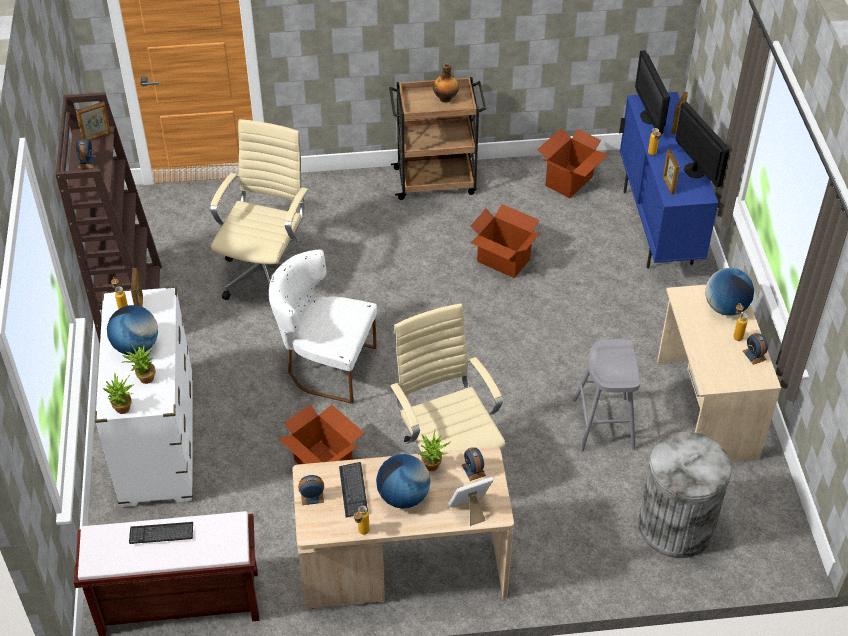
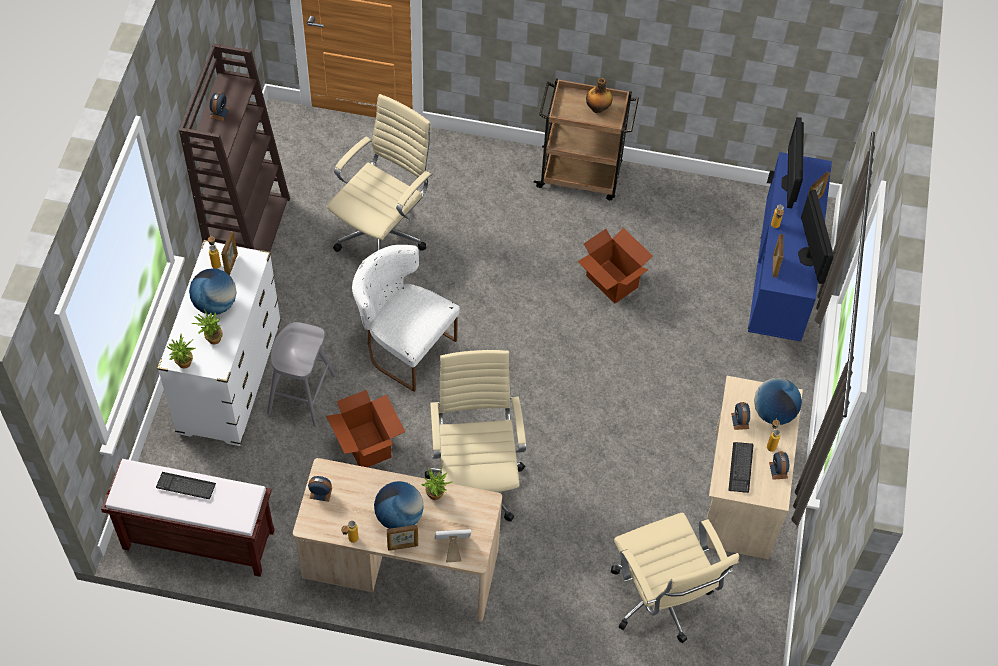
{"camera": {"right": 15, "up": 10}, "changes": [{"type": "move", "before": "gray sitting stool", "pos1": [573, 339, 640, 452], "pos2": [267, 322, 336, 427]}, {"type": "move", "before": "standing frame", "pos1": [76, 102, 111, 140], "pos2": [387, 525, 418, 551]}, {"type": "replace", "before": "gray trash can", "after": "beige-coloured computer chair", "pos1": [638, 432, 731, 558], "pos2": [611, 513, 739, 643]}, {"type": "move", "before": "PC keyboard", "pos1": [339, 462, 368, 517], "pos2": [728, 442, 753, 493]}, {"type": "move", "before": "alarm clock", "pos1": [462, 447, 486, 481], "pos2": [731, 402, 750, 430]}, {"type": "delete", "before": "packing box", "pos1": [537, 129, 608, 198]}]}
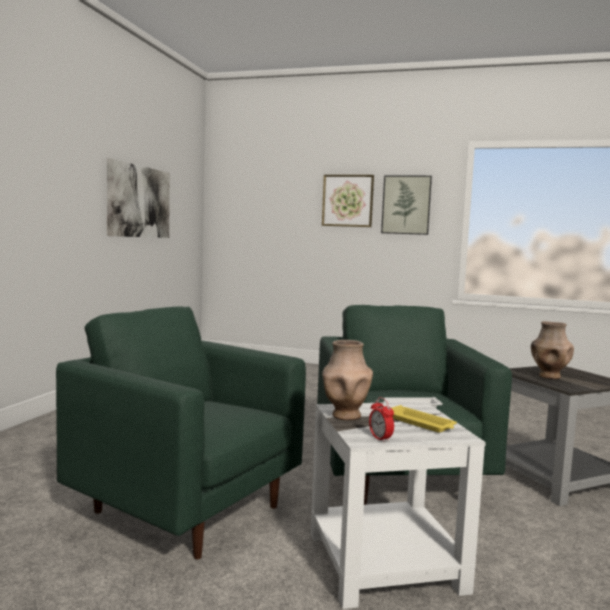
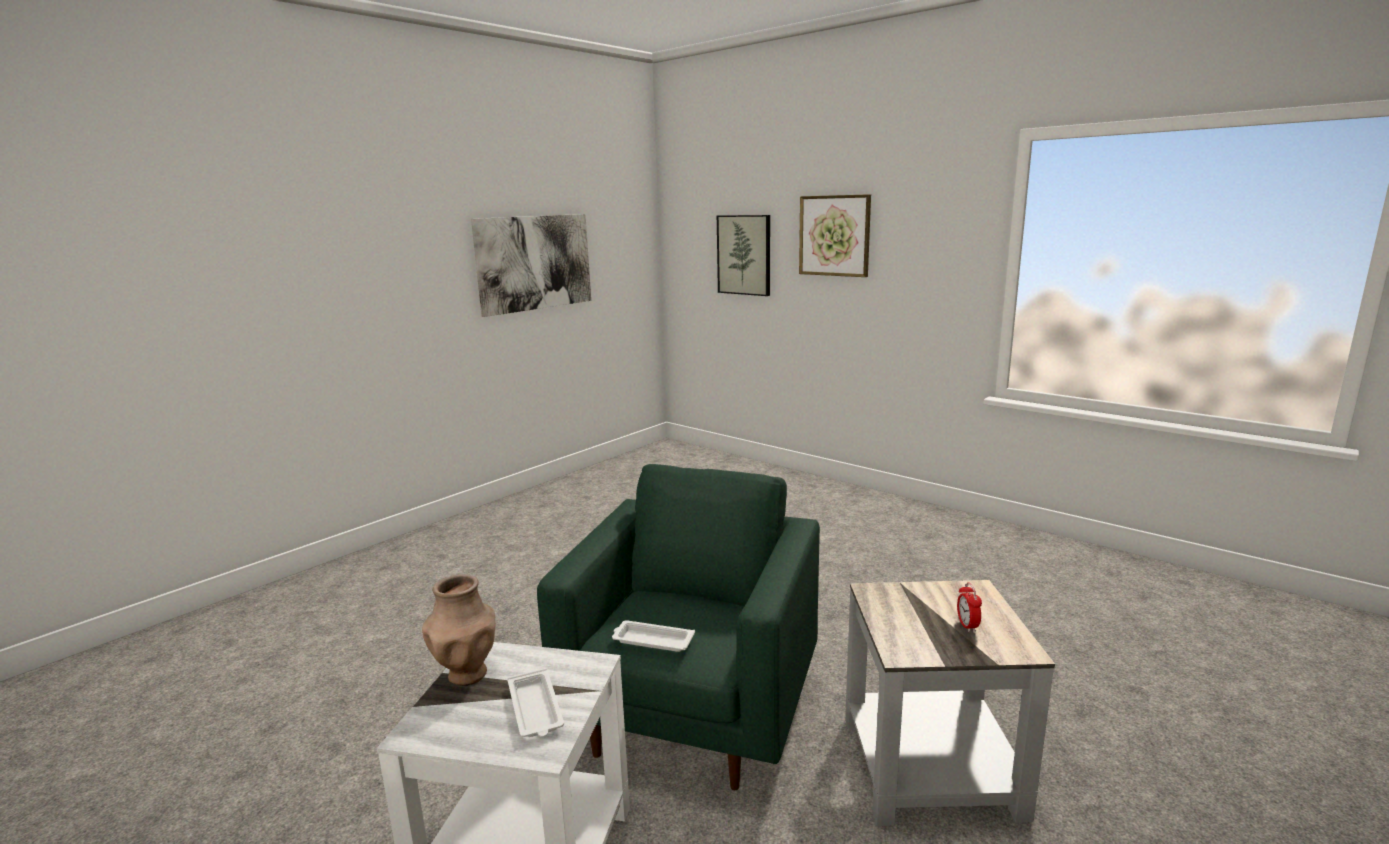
{"camera": {"right": 25, "up": 10}, "changes": [{"type": "recolor", "before": "yellow-coloured serving tray", "after": "white-coloured serving tray", "pos1": [392, 405, 457, 433], "pos2": [507, 668, 564, 737]}, {"type": "move", "before": "picture", "pos1": [381, 175, 432, 235], "pos2": [717, 215, 770, 296]}, {"type": "move", "before": "alarm clock", "pos1": [369, 397, 394, 443], "pos2": [957, 582, 982, 632]}, {"type": "delete", "before": "green-coloured armchair", "pos1": [56, 306, 306, 559]}, {"type": "delete", "before": "brown flower vase", "pos1": [531, 321, 574, 379]}]}
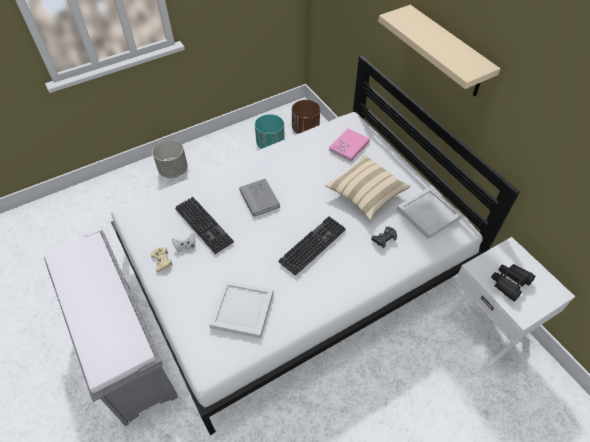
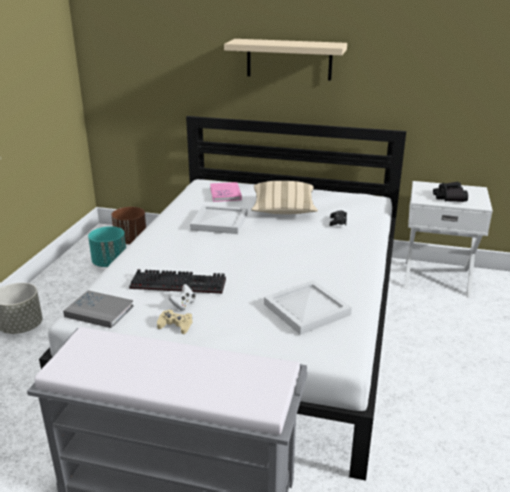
{"camera": {"right": -45, "up": -25}, "changes": [{"type": "move", "before": "gray volume", "pos1": [239, 179, 280, 217], "pos2": [63, 290, 133, 328]}, {"type": "move", "before": "white-coloured serving tray", "pos1": [397, 186, 463, 239], "pos2": [190, 205, 247, 234]}, {"type": "delete", "before": "PC keyboard", "pos1": [279, 216, 346, 276]}]}
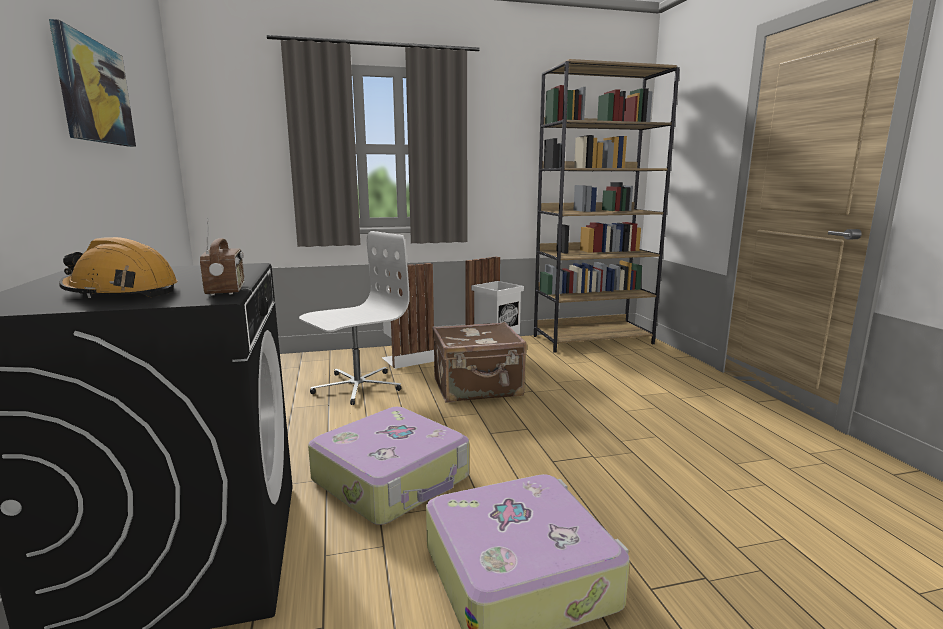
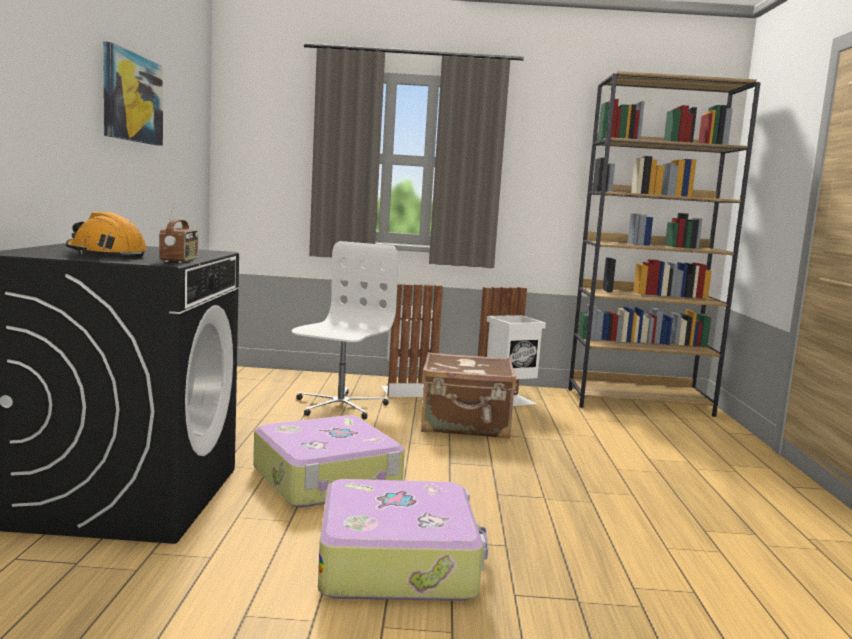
{"camera": {"right": 15, "up": -5}, "changes": [{"type": "rotate", "before": "white-coloured computer chair", "pos1": [299, 231, 410, 405], "pos2": [292, 241, 398, 420], "turn": -45}]}
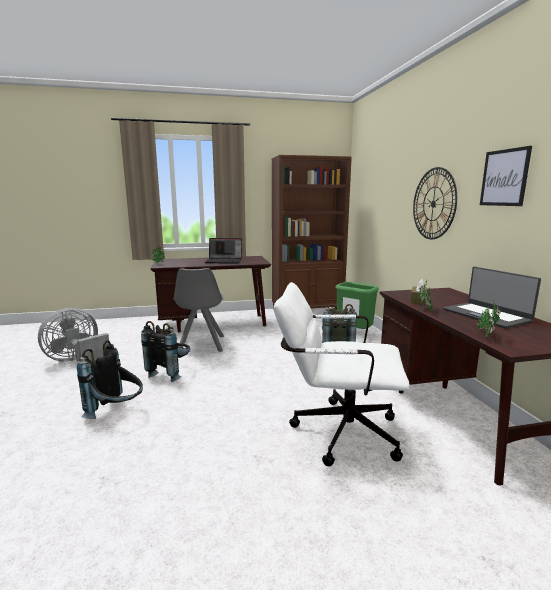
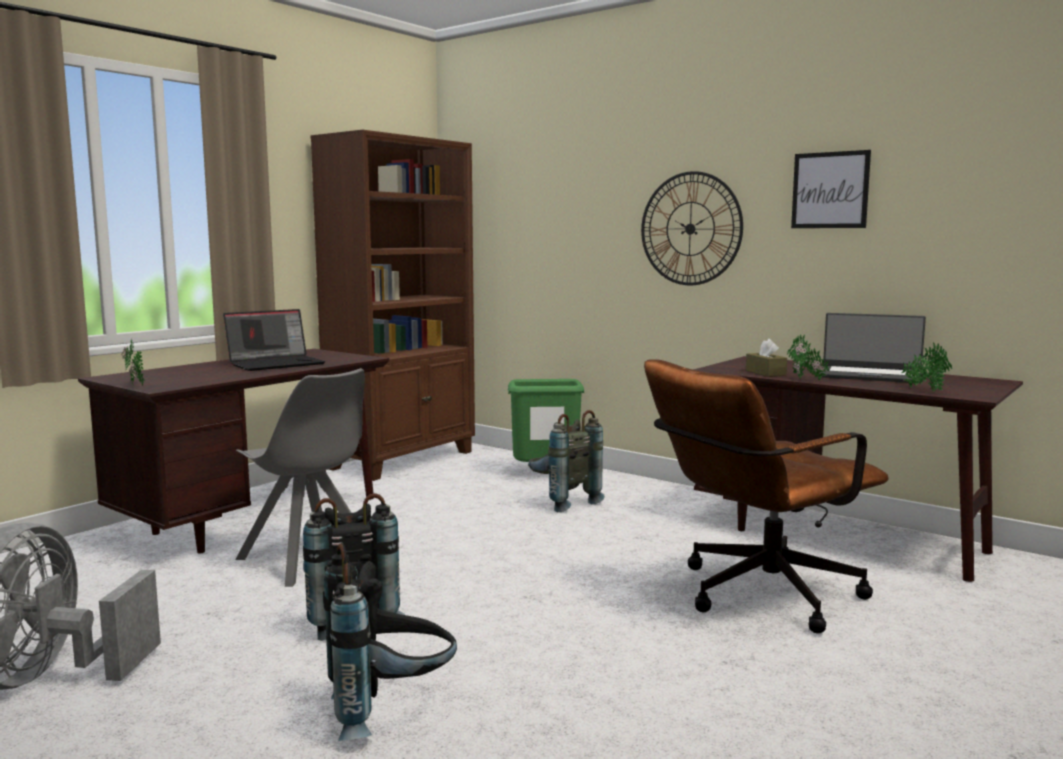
{"camera": {"right": -40, "up": -5}, "changes": [{"type": "recolor", "before": "white-coloured computer chair", "after": "brown computer chair", "pos1": [273, 282, 410, 466], "pos2": [644, 359, 889, 634]}]}
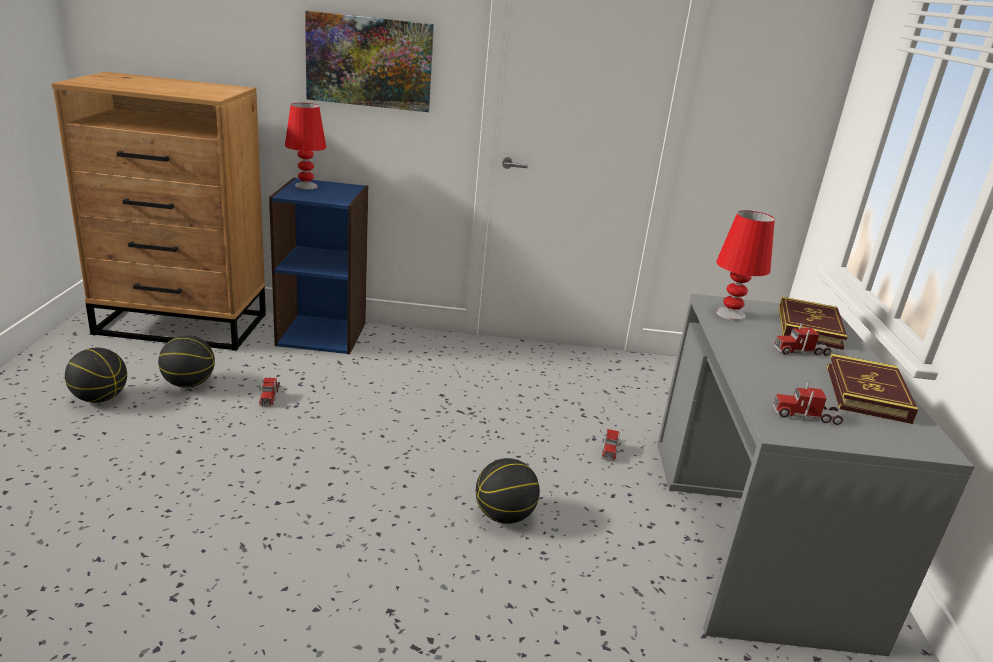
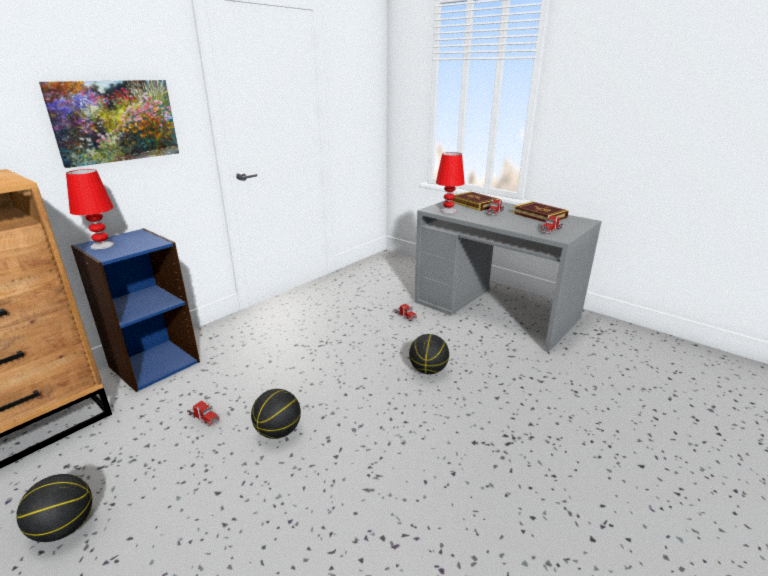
{"camera": {"right": -50, "up": 0}, "changes": [{"type": "move", "before": "ball for basketball", "pos1": [158, 335, 215, 388], "pos2": [251, 389, 301, 439]}]}
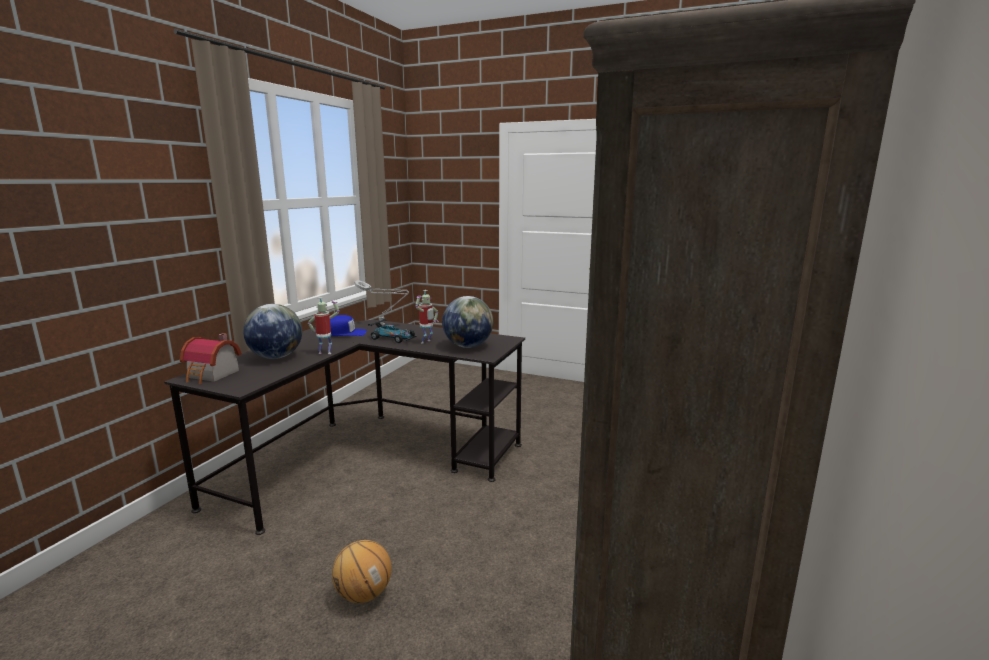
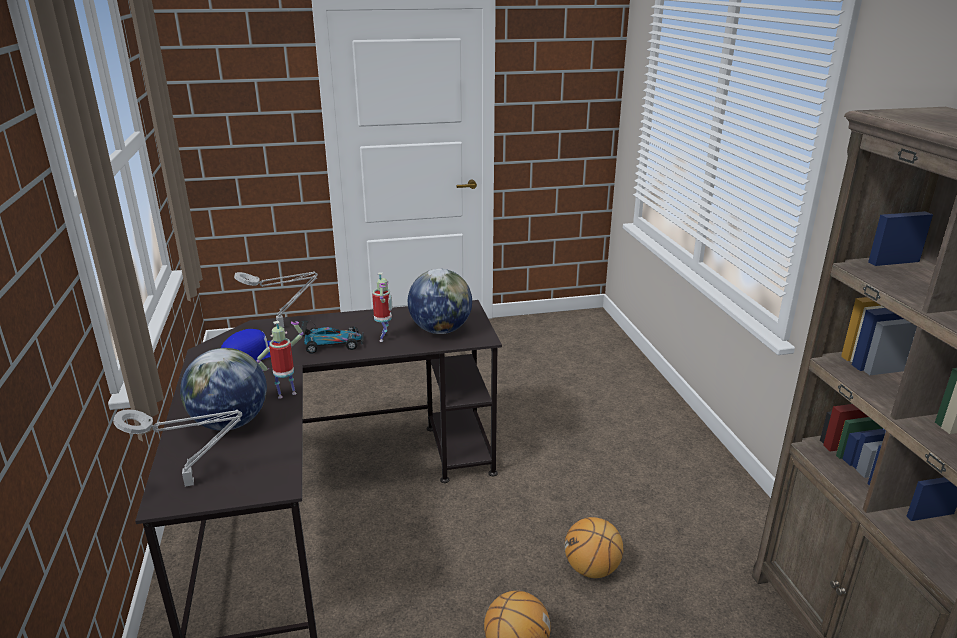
{"camera": {"right": -35, "up": 10}, "changes": [{"type": "replace", "before": "model house", "after": "gray tabletop lamp", "pos1": [180, 333, 242, 384], "pos2": [113, 409, 242, 487]}, {"type": "insert", "after": "ball for basketball", "pos2": [564, 517, 623, 578]}]}
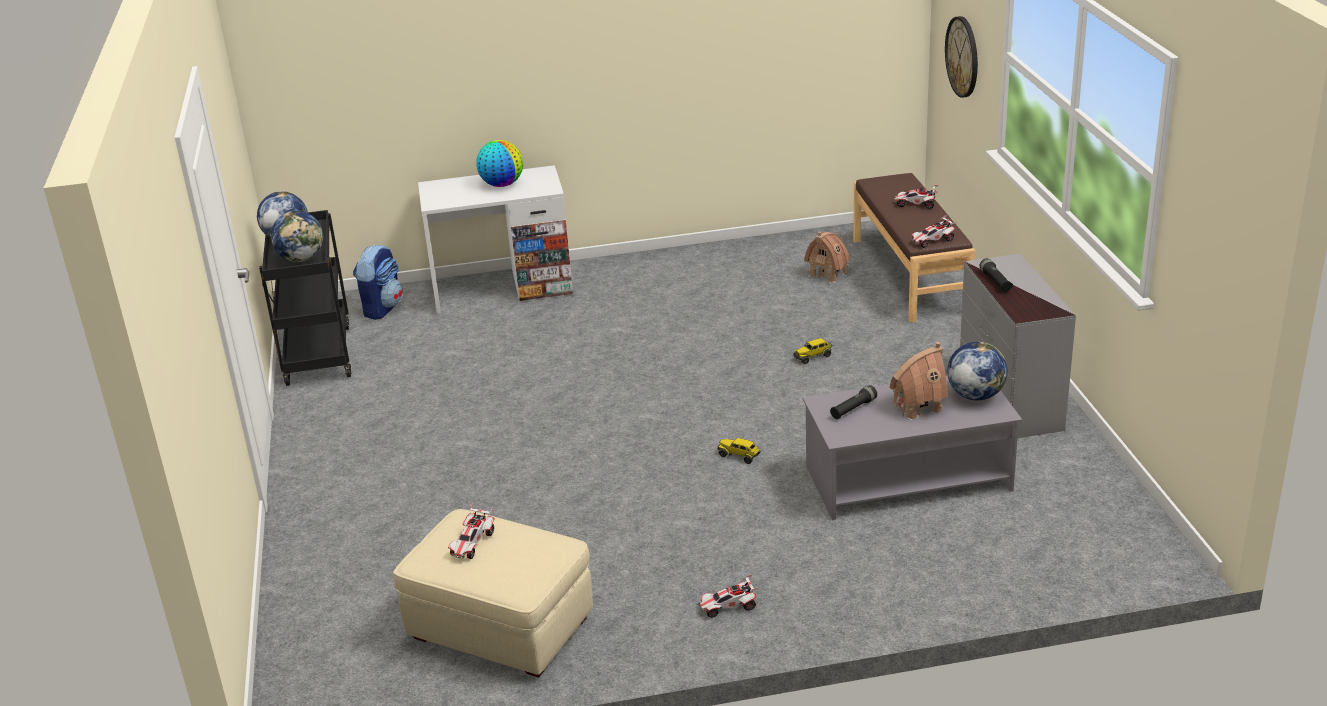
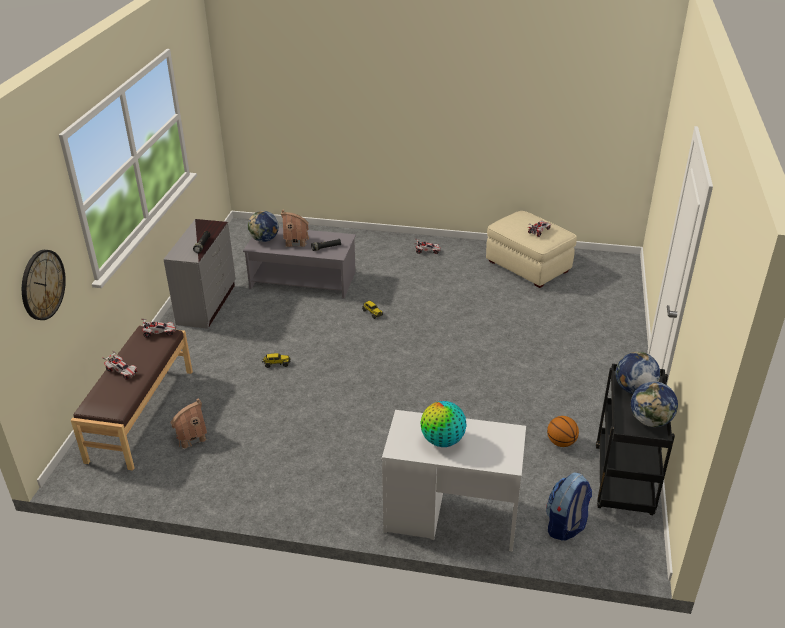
{"camera": {"right": -160, "up": 5}, "changes": [{"type": "insert", "after": "ball for basketball", "pos2": [547, 416, 579, 447]}]}
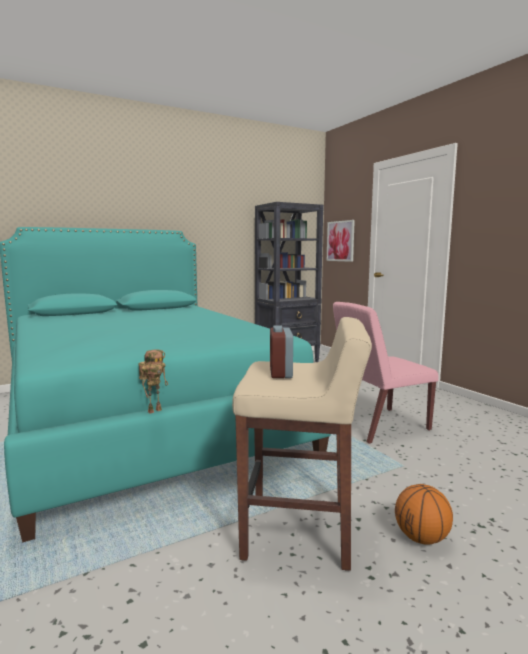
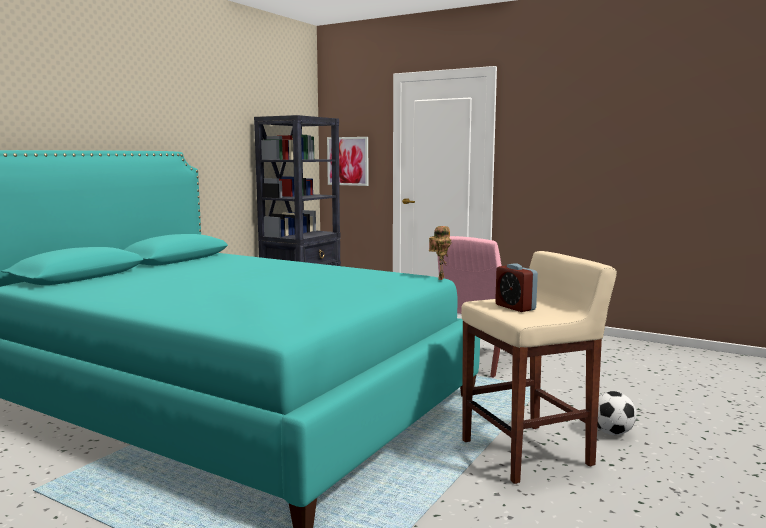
{"camera": {"right": -30, "up": 0}, "changes": [{"type": "move", "before": "toy robot", "pos1": [138, 349, 168, 414], "pos2": [429, 226, 451, 280]}, {"type": "replace", "before": "ball for basketball", "after": "ball for football", "pos1": [395, 484, 453, 545], "pos2": [597, 391, 637, 435]}]}
